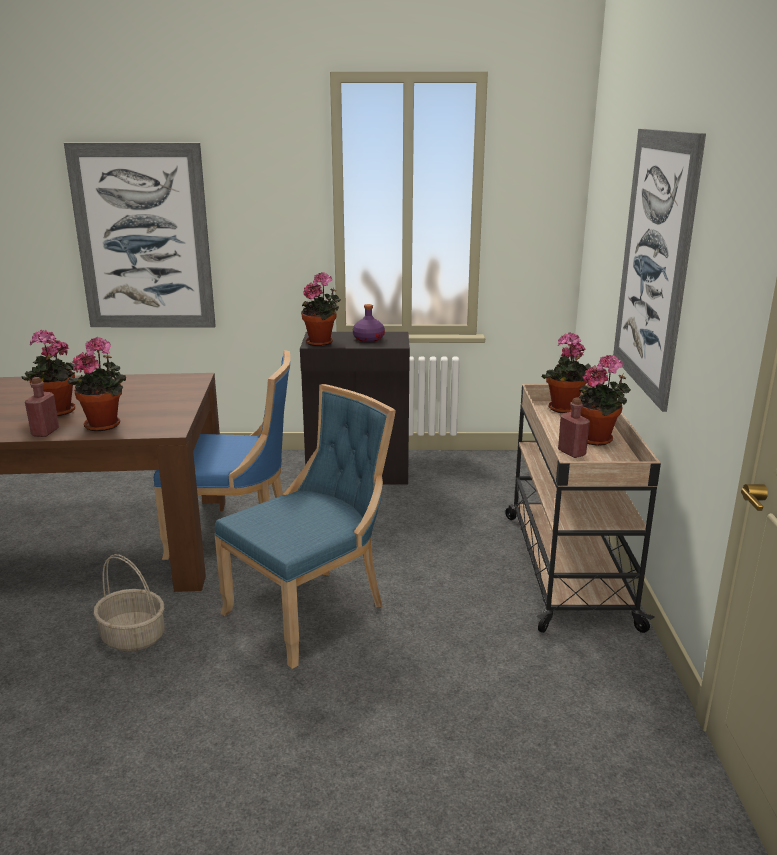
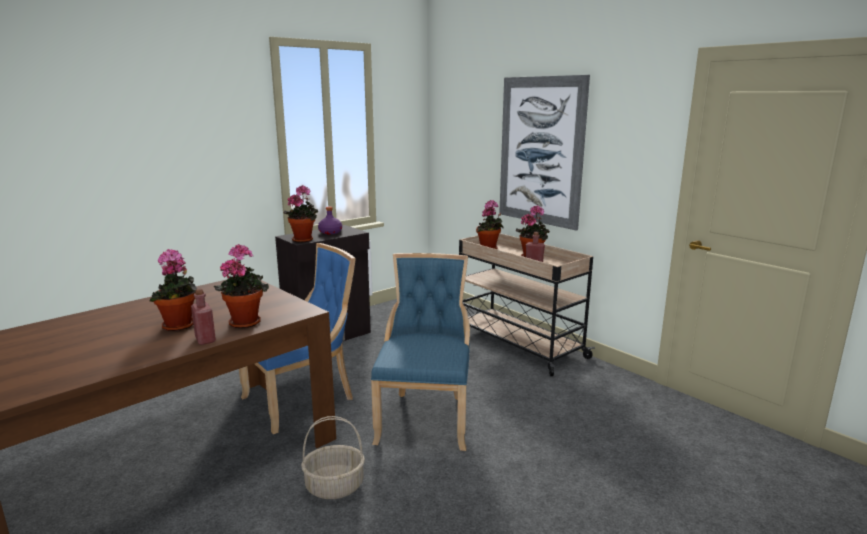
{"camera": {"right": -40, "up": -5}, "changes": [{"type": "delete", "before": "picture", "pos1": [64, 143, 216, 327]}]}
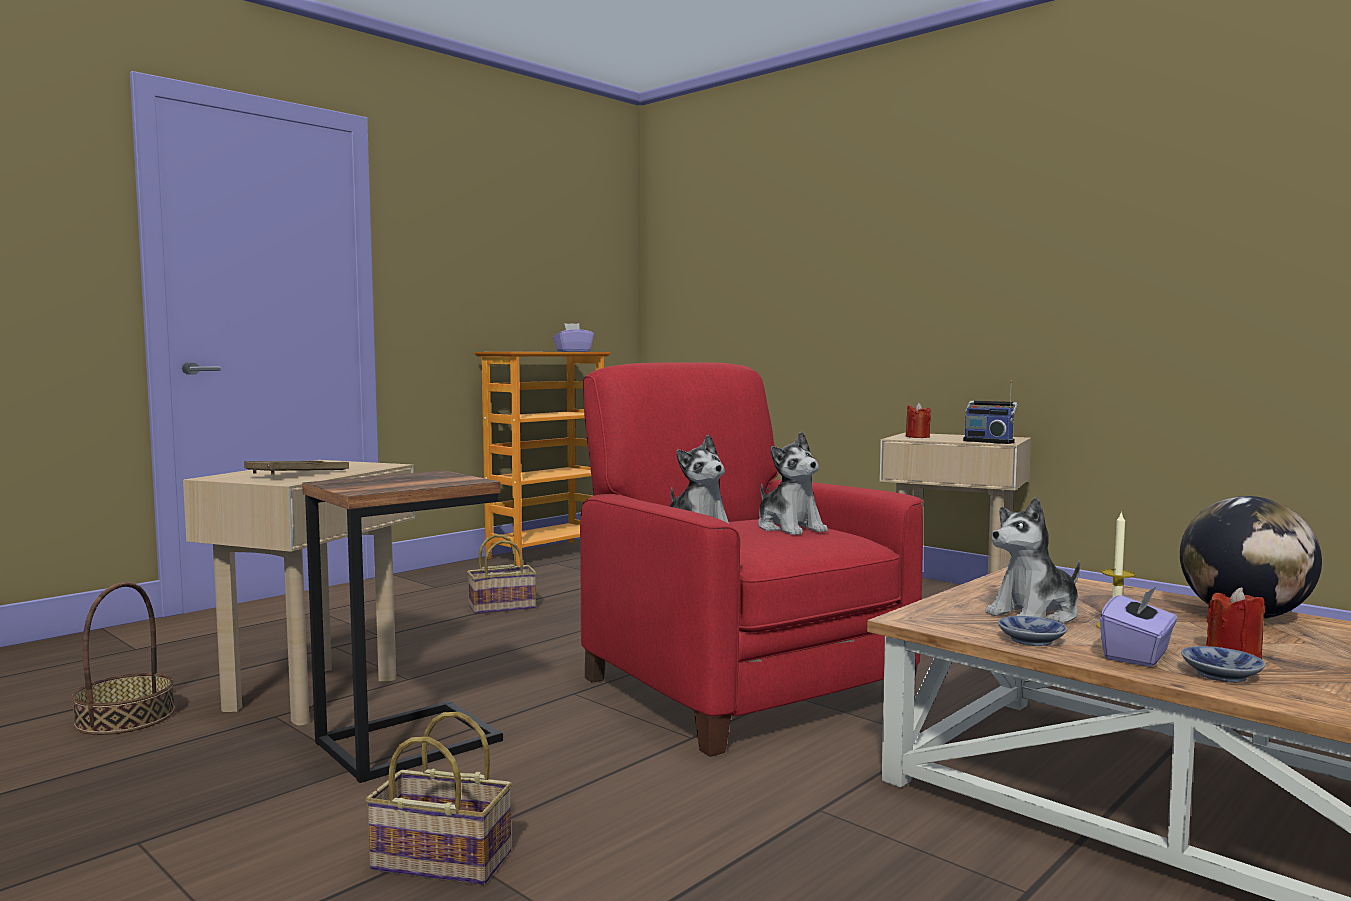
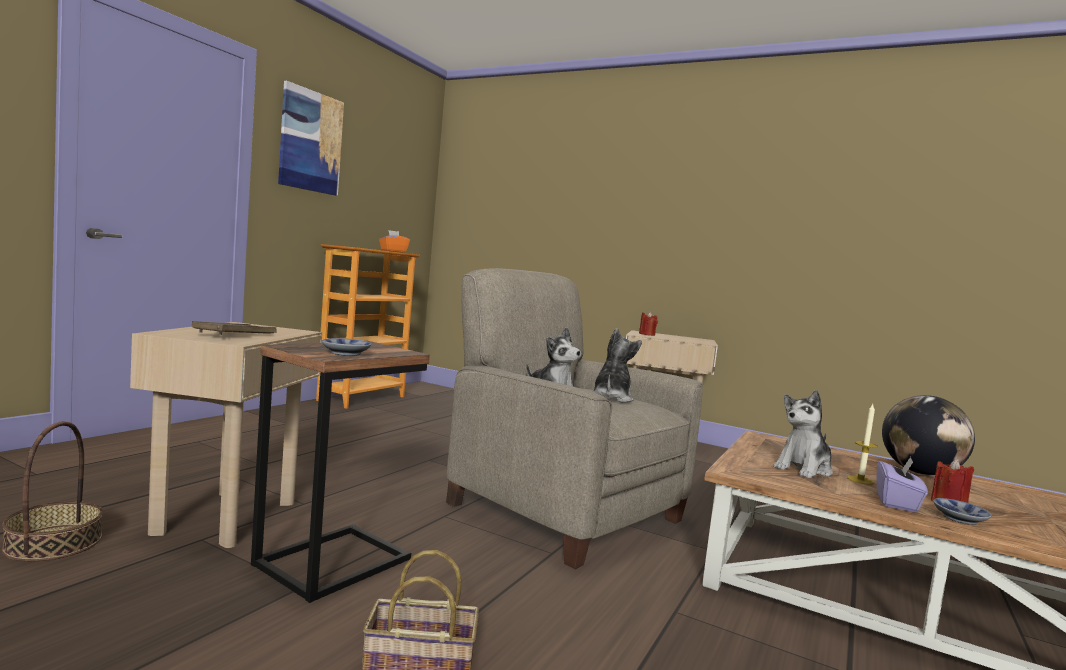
{"camera": {"right": -15, "up": 0}, "changes": [{"type": "insert", "after": "picture", "pos2": [278, 81, 344, 196]}, {"type": "move", "before": "serving bowl", "pos1": [998, 616, 1067, 646], "pos2": [322, 338, 372, 356]}, {"type": "recolor", "before": "purple-coloured tissue holder", "after": "orangey tissue holder", "pos1": [553, 323, 594, 352], "pos2": [379, 230, 410, 253]}, {"type": "recolor", "before": "red-coloured armchair", "after": "beige-coloured armchair", "pos1": [580, 362, 923, 757], "pos2": [446, 268, 703, 569]}, {"type": "rotate", "before": "cuddly toy", "pos1": [758, 432, 828, 535], "pos2": [592, 328, 642, 403], "turn": -120}, {"type": "delete", "before": "household basket", "pos1": [467, 534, 537, 614]}, {"type": "delete", "before": "radio", "pos1": [963, 381, 1018, 444]}]}
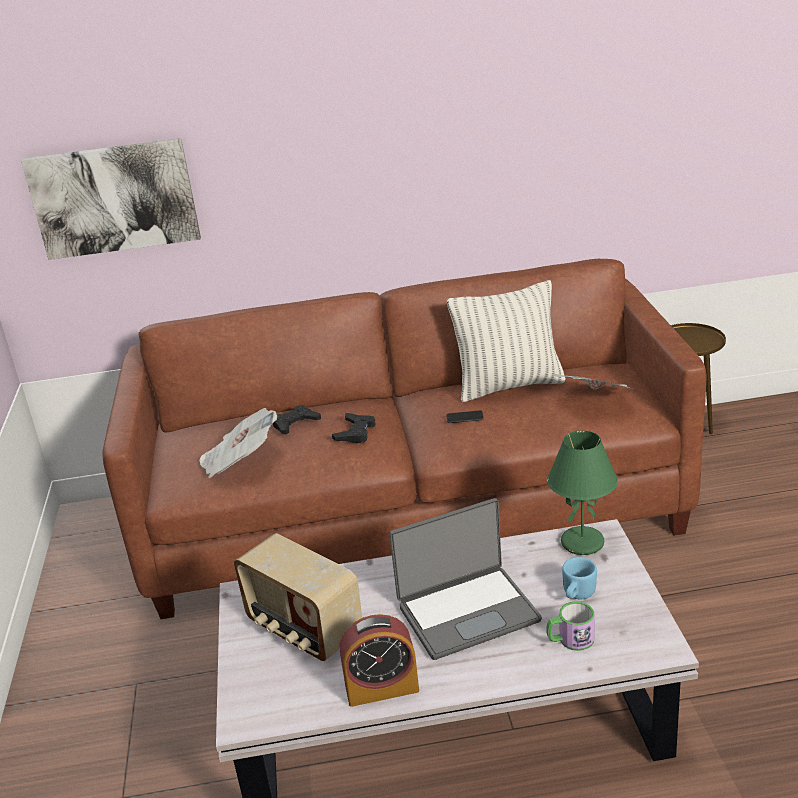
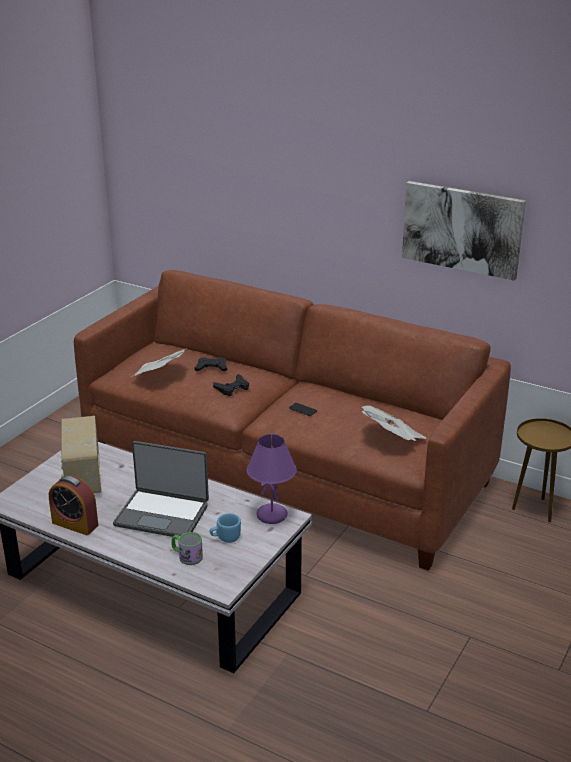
{"camera": {"right": 35, "up": 0}, "changes": [{"type": "recolor", "before": "green-coloured tabletop lamp", "after": "purple-coloured tabletop lamp", "pos1": [547, 430, 618, 555], "pos2": [247, 434, 297, 524]}, {"type": "move", "before": "picture", "pos1": [21, 138, 201, 260], "pos2": [402, 181, 526, 281]}, {"type": "delete", "before": "cushion", "pos1": [447, 280, 566, 402]}]}
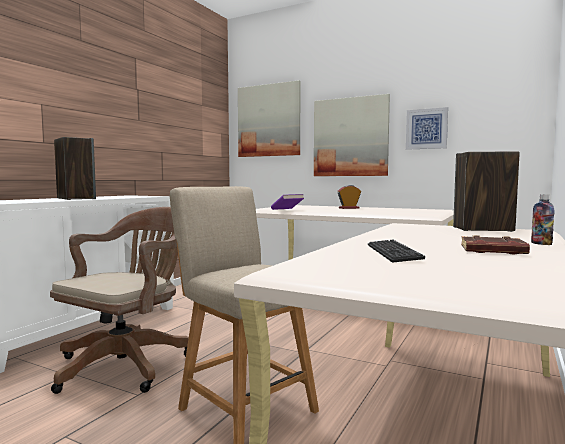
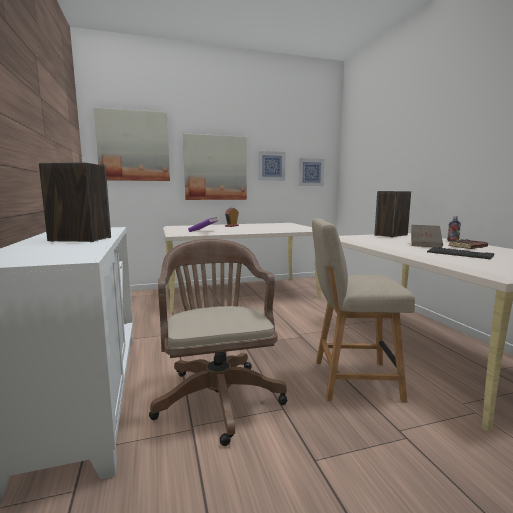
{"camera": {"right": -45, "up": 5}, "changes": [{"type": "insert", "after": "picture", "pos2": [298, 158, 324, 186]}, {"type": "insert", "after": "brown volume", "pos2": [411, 225, 443, 248]}]}
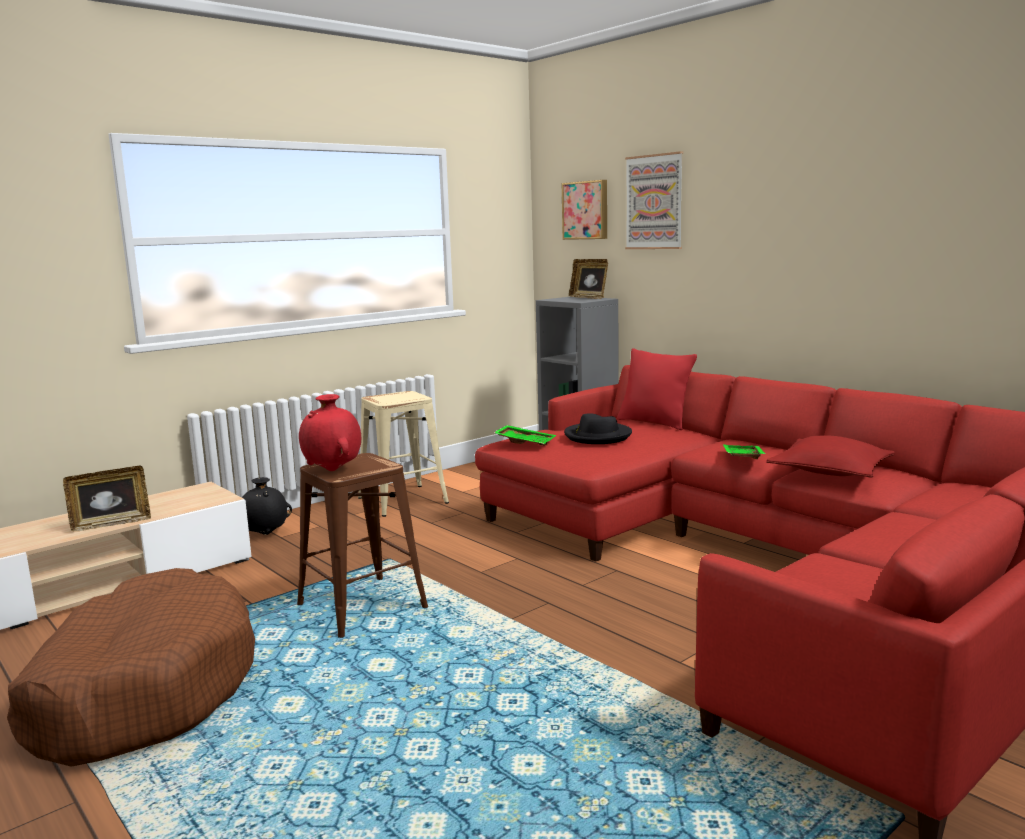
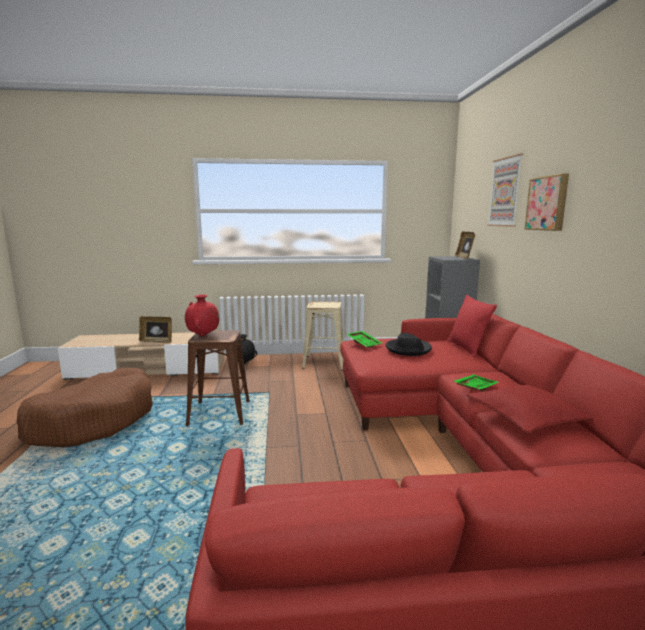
{"camera": {"right": 35, "up": 0}, "changes": [{"type": "move", "before": "picture", "pos1": [562, 180, 607, 240], "pos2": [524, 173, 569, 231]}]}
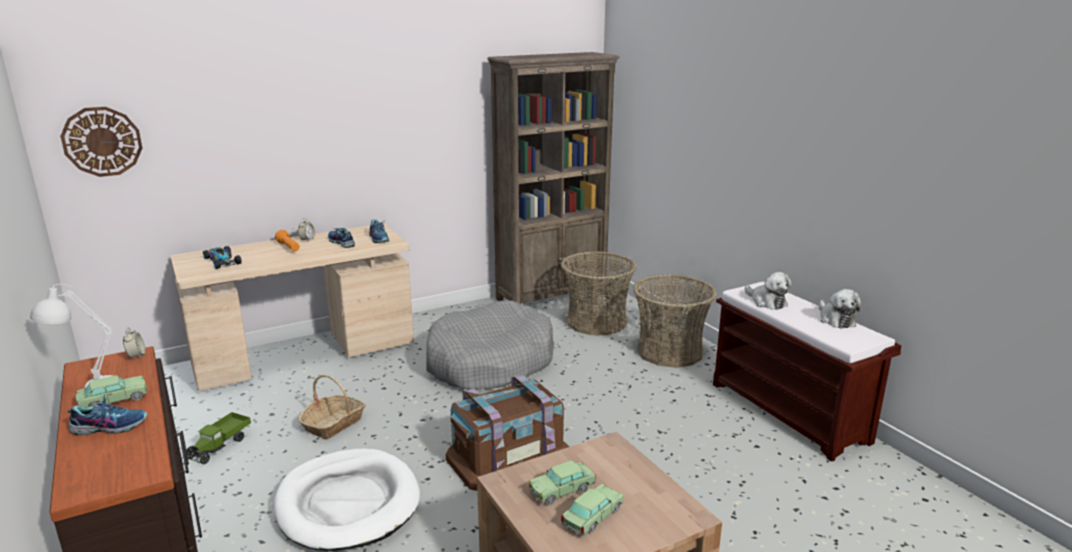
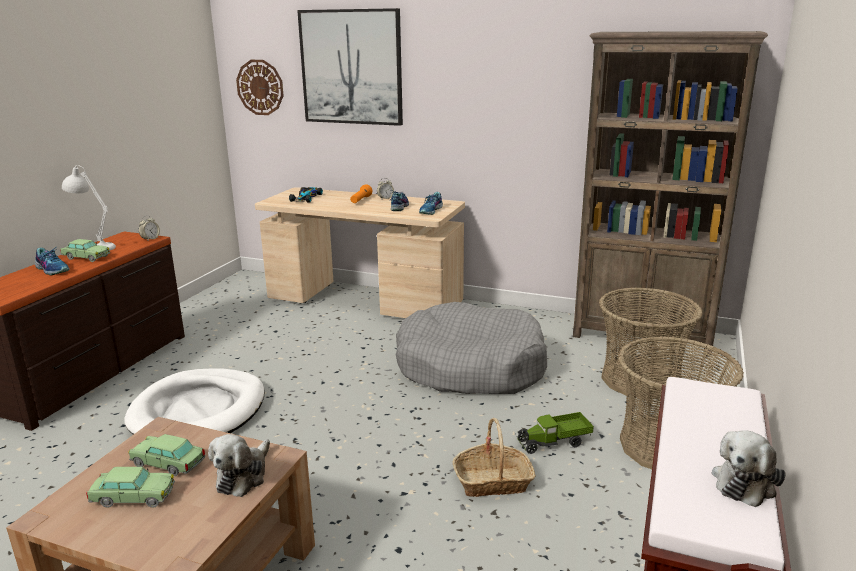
{"camera": {"right": 50, "up": 0}, "changes": [{"type": "move", "before": "cuddly toy", "pos1": [745, 272, 792, 310], "pos2": [208, 434, 270, 497]}, {"type": "insert", "after": "picture", "pos2": [297, 8, 403, 126]}, {"type": "move", "before": "household basket", "pos1": [299, 375, 366, 440], "pos2": [453, 418, 536, 497]}, {"type": "move", "before": "model truck", "pos1": [186, 412, 251, 464], "pos2": [518, 412, 594, 454]}, {"type": "delete", "before": "brown storage bin", "pos1": [446, 375, 569, 491]}]}
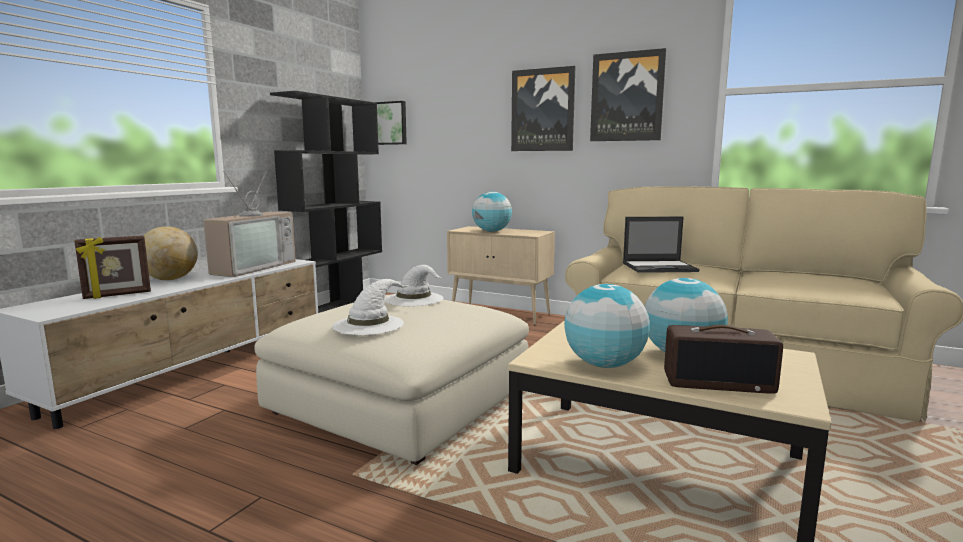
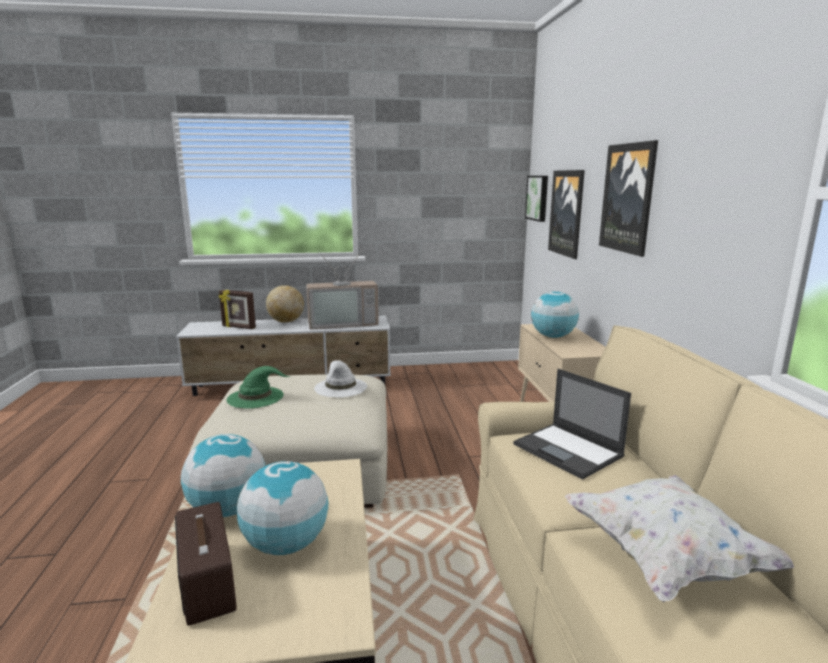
{"camera": {"right": 55, "up": 5}, "changes": [{"type": "recolor", "before": "white-coloured clothing hat", "after": "green-coloured clothing hat", "pos1": [332, 279, 409, 335], "pos2": [227, 366, 290, 409]}, {"type": "move", "before": "picture", "pos1": [590, 48, 666, 141], "pos2": [548, 170, 585, 259]}, {"type": "insert", "after": "white-coloured cushion", "pos2": [565, 475, 795, 602]}, {"type": "delete", "before": "black bookshelf", "pos1": [270, 91, 382, 313]}]}
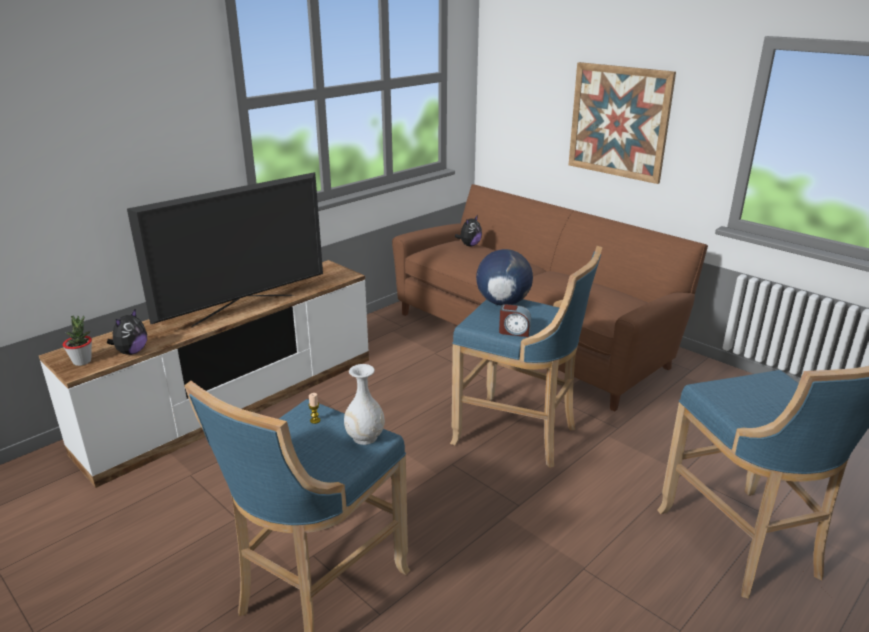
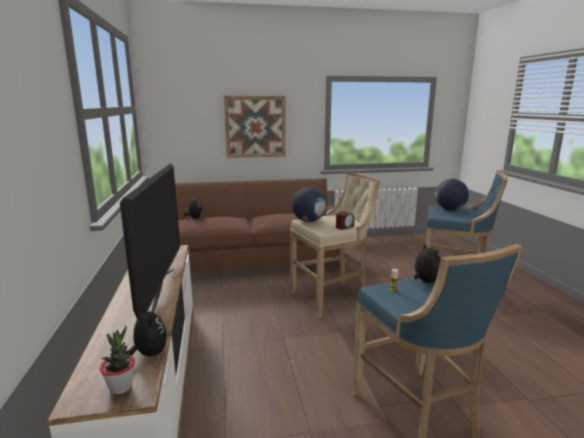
{"camera": {"right": -55, "up": -10}, "changes": [{"type": "recolor", "before": "bluish sitting stool", "after": "beige-coloured sitting stool", "pos1": [450, 246, 602, 468], "pos2": [290, 173, 380, 319]}, {"type": "replace", "before": "white-coloured flower vase", "after": "cuddly toy", "pos1": [344, 364, 385, 445], "pos2": [411, 243, 441, 283]}, {"type": "insert", "after": "world globe", "pos2": [435, 179, 469, 210]}]}
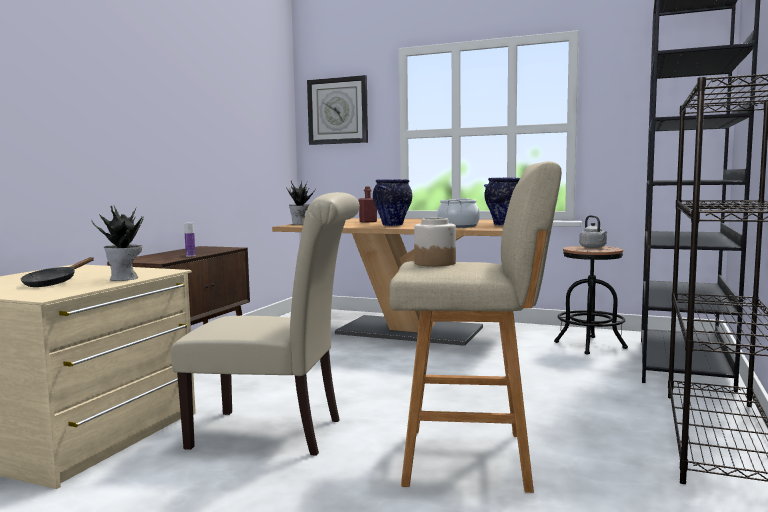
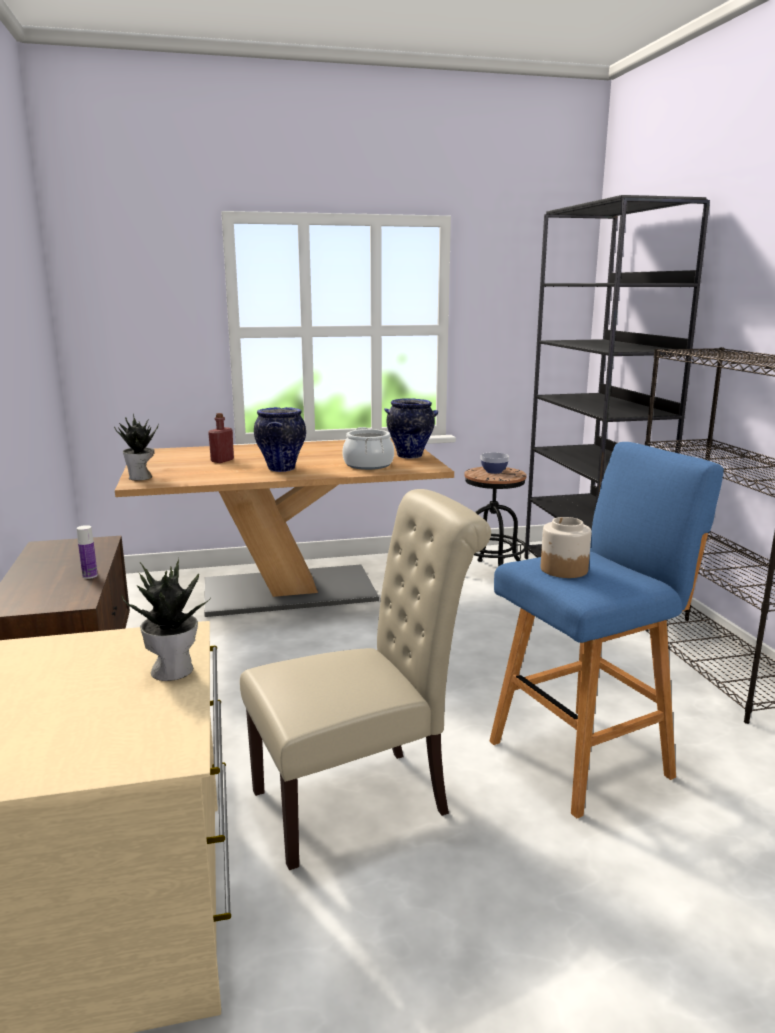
{"camera": {"right": -35, "up": 10}, "changes": [{"type": "replace", "before": "gray tea kettle", "after": "serving bowl", "pos1": [579, 215, 607, 248], "pos2": [481, 452, 509, 474]}, {"type": "recolor", "before": "beige-coloured sitting stool", "after": "bluish sitting stool", "pos1": [389, 161, 562, 493], "pos2": [489, 442, 724, 818]}, {"type": "delete", "before": "black skillet", "pos1": [21, 257, 94, 287]}, {"type": "delete", "before": "hanging clock", "pos1": [307, 75, 368, 145]}]}
